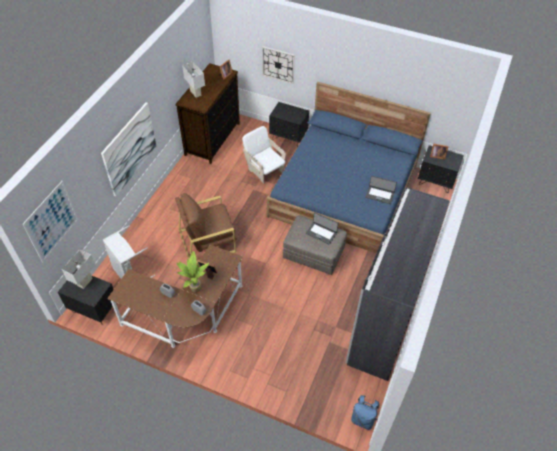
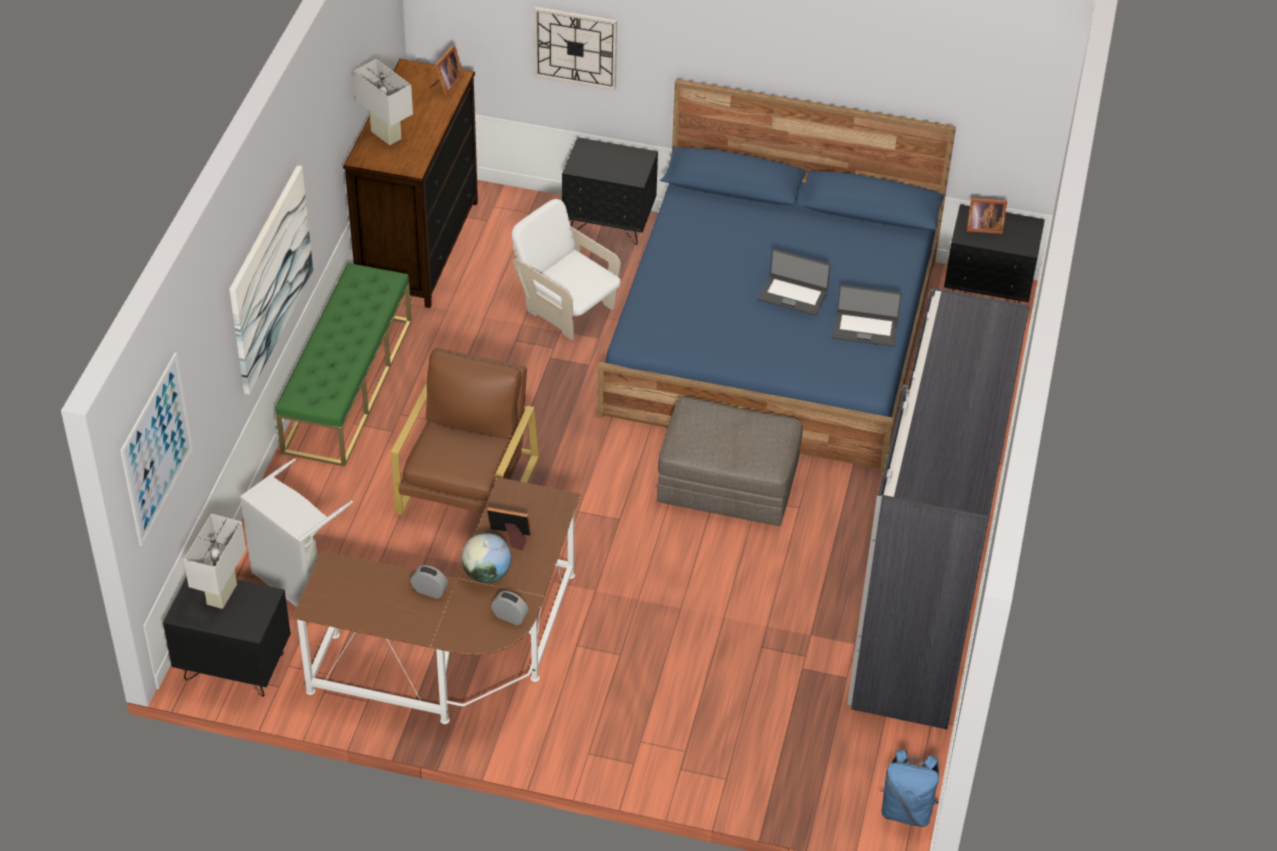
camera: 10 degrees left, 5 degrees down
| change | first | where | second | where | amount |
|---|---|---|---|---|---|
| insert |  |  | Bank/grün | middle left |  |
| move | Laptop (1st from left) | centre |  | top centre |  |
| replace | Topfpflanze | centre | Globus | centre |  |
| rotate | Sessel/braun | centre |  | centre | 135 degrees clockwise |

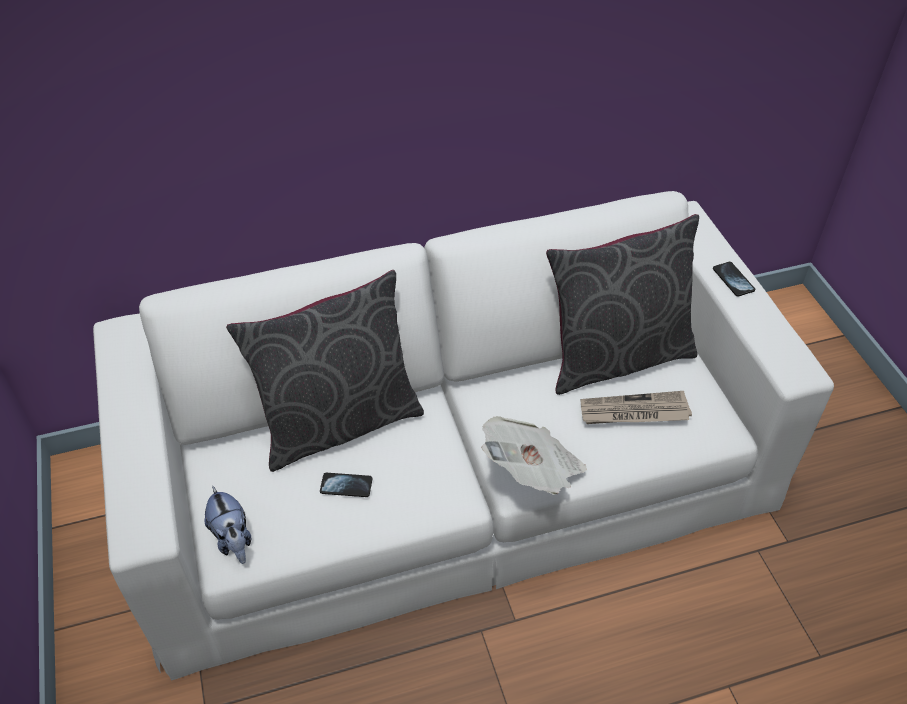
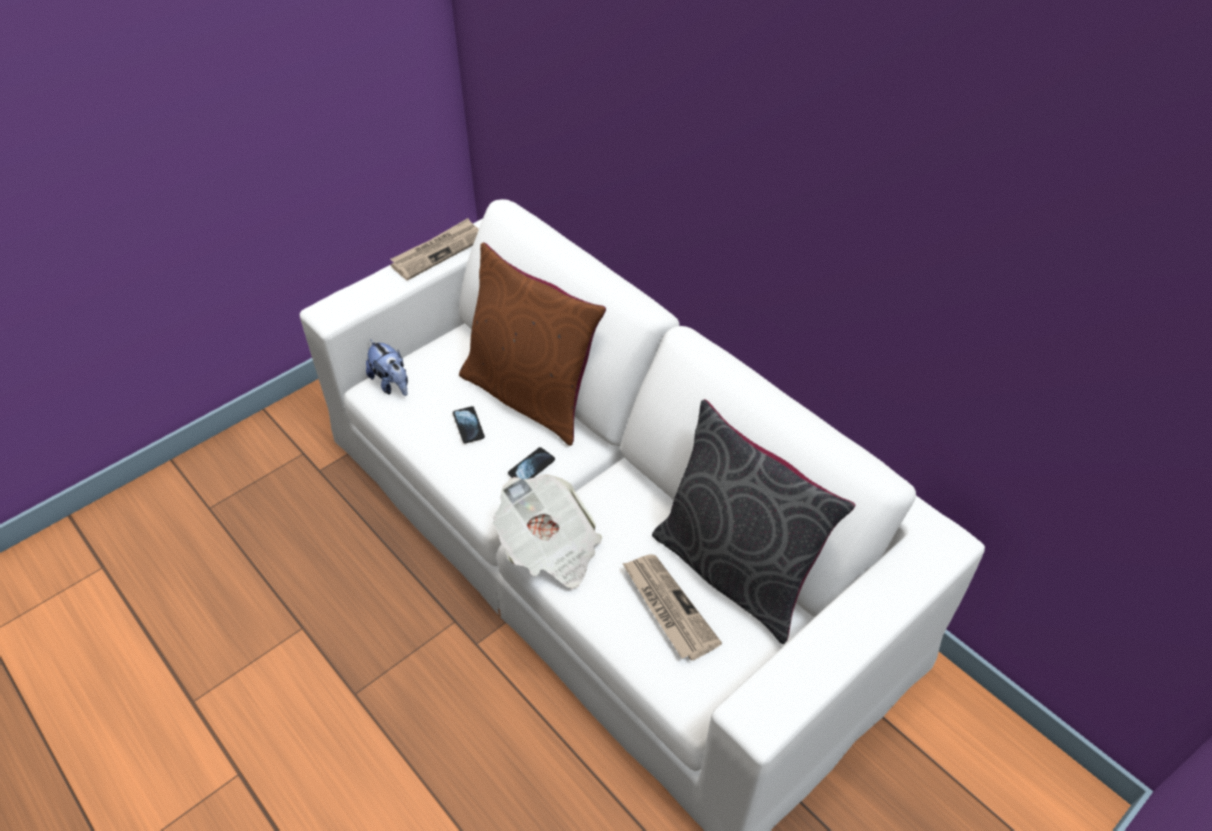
camera: 65 degrees right, 0 degrees up
| change | first | where | second | where | amount |
|---|---|---|---|---|---|
| insert |  |  | Zeitung (1st from left) | top centre |  |
| move | Handy (2nd from left) | middle right |  | centre |  |
| recolor | Kissen/grau (1st from left) | centre | Kissen/braun | centre |  |
| rotate | Plüschtier | bottom left |  | middle left | 75 degrees counterclockwise |

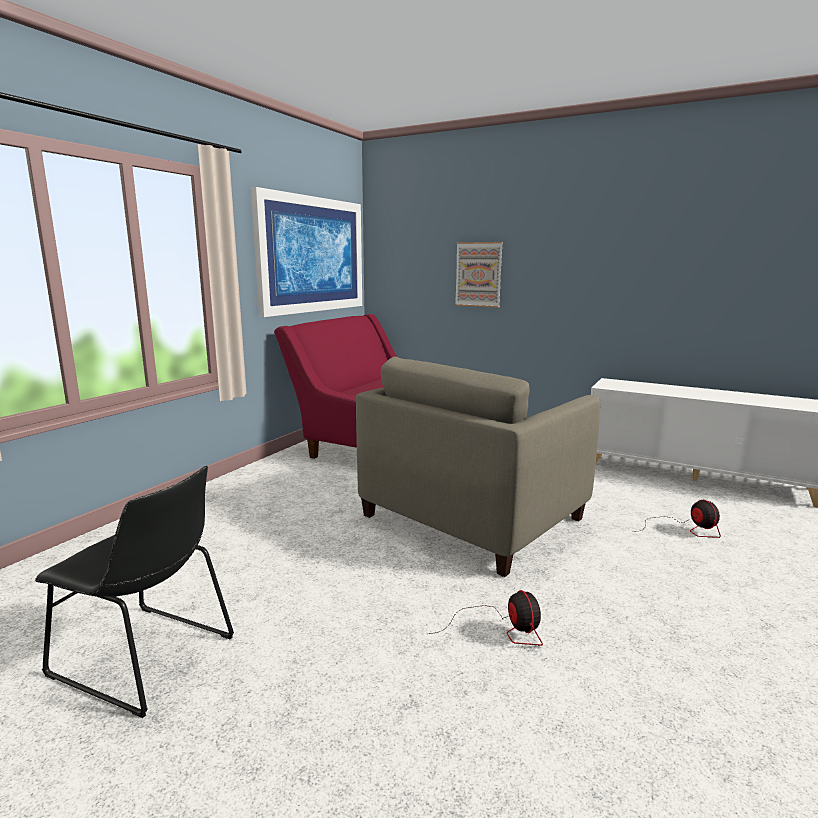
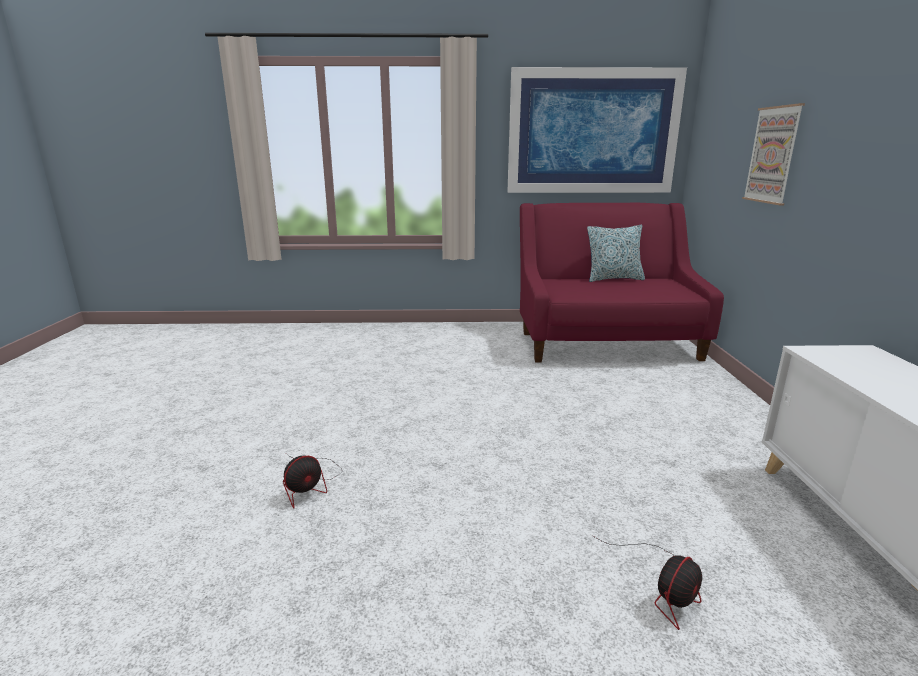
camera: 60 degrees right, 5 degrees up
| change | first | where | second | where | amount |
|---|---|---|---|---|---|
| delete | Stuhl/schwarz | bottom left |  |  |  |
| delete | Sessel/beige | centre |  |  |  |
| insert |  |  | Kissen | middle right |  |

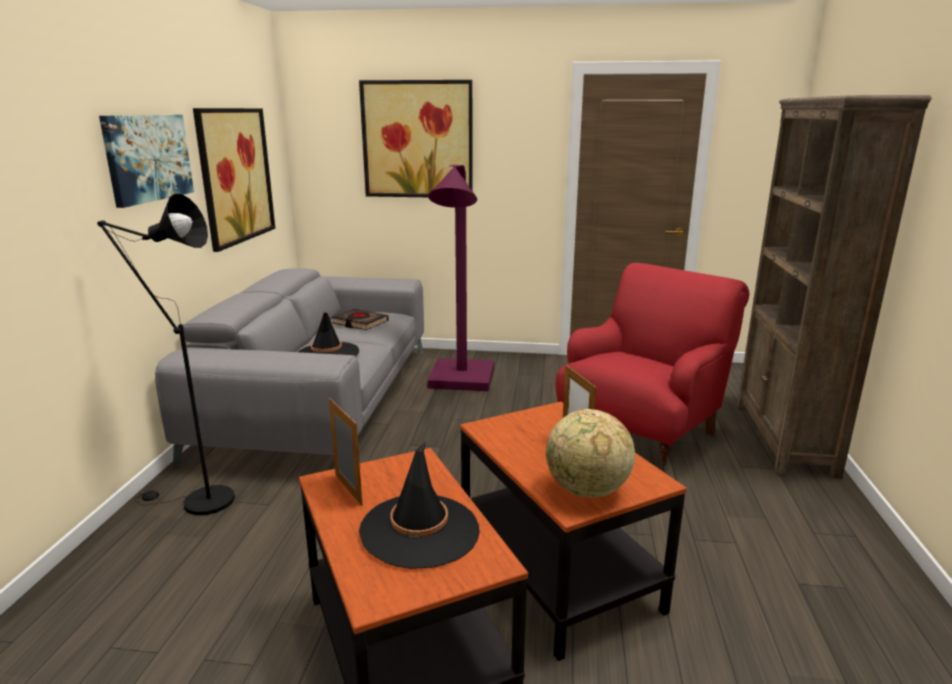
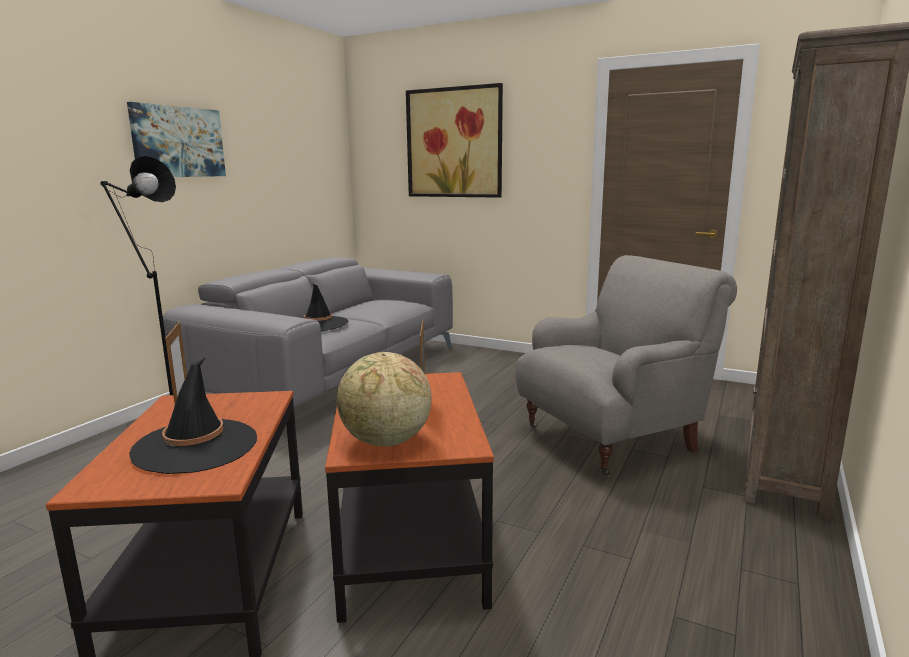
camera: 20 degrees right, 5 degrees down
| change | first | where | second | where | amount |
|---|---|---|---|---|---|
| delete | Bild (2nd from left) | top left |  |  |  |
| delete | Buch/schwarz | centre |  |  |  |
| delete | Stehlampe/lila | centre |  |  |  |
| recolor | Sessel/rot | middle right | Sessel/grau | middle right |  |

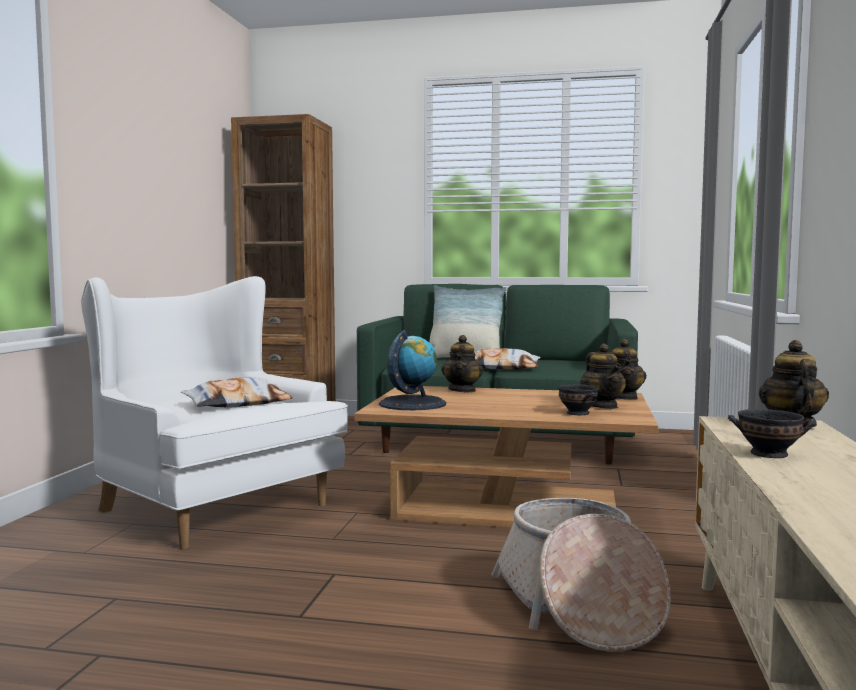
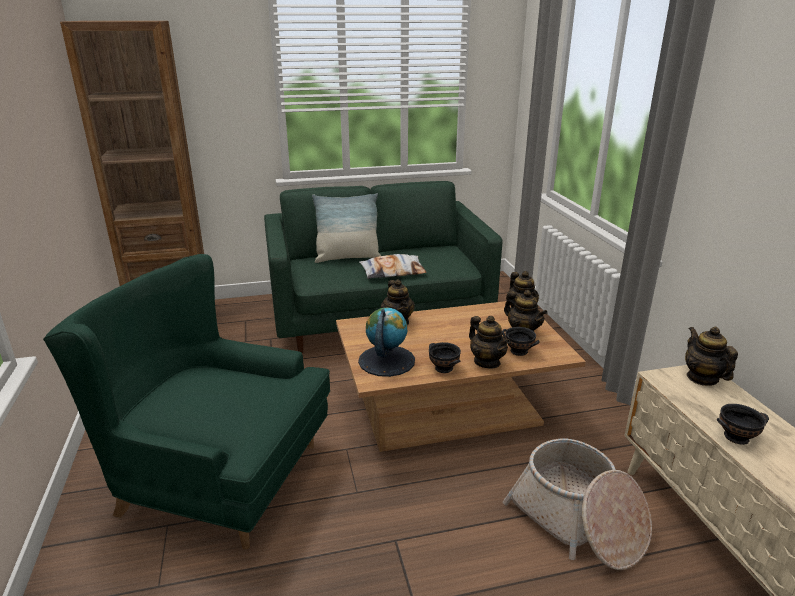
camera: 25 degrees left, 20 degrees up
| change | first | where | second | where | amount |
|---|---|---|---|---|---|
| delete | Kissen (1st from left) | middle left |  |  |  |
| insert |  |  | Schüssel/schwarz (1st from left) | centre |  |
| insert |  |  | Teekanne (2nd from left) | centre |  |
| recolor | Sessel/weiß | middle left | Sessel/grün | bottom left |  |

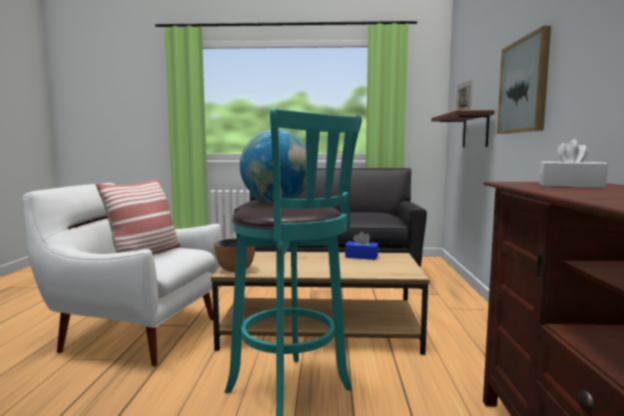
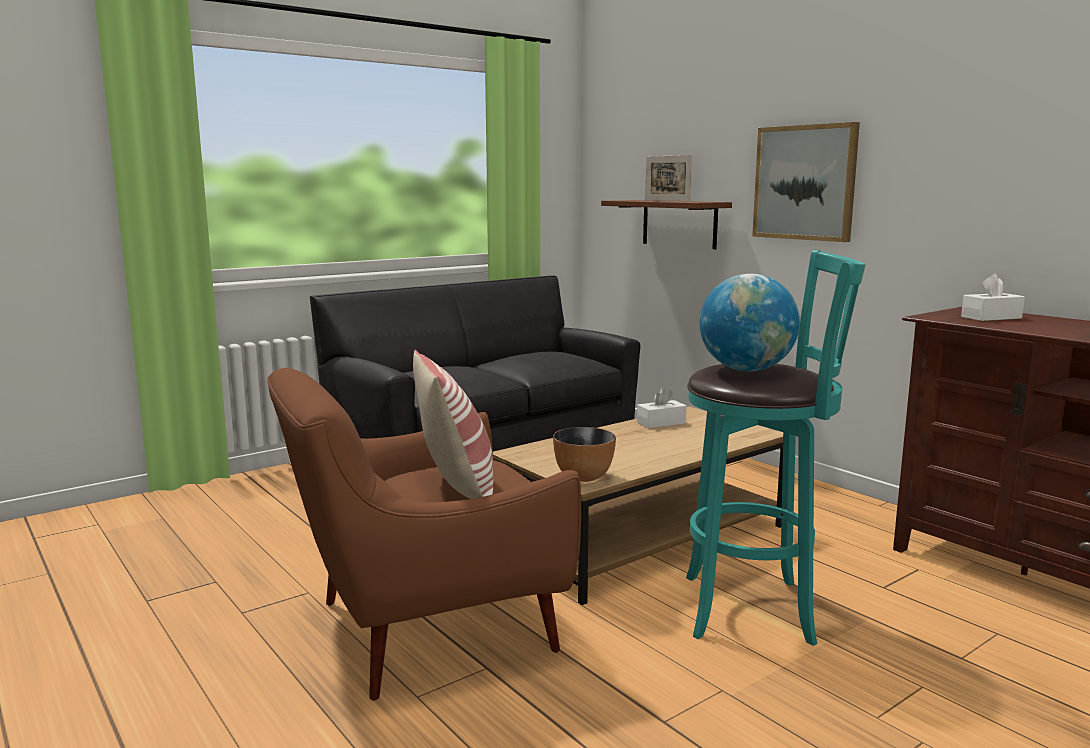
camera: 40 degrees left, 5 degrees up
| change | first | where | second | where | amount |
|---|---|---|---|---|---|
| recolor | Sessel/weiß | middle left | Sessel/braun | bottom centre |  |
| recolor | Taschentuchbox/blau | centre | Taschentuchbox/weiß (1st from left) | centre |  |

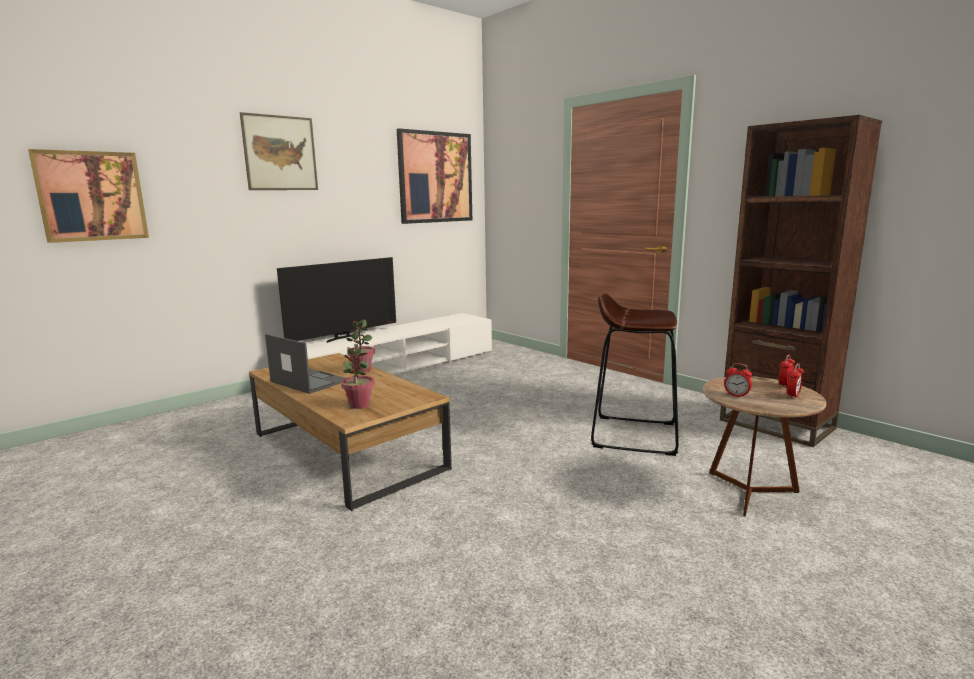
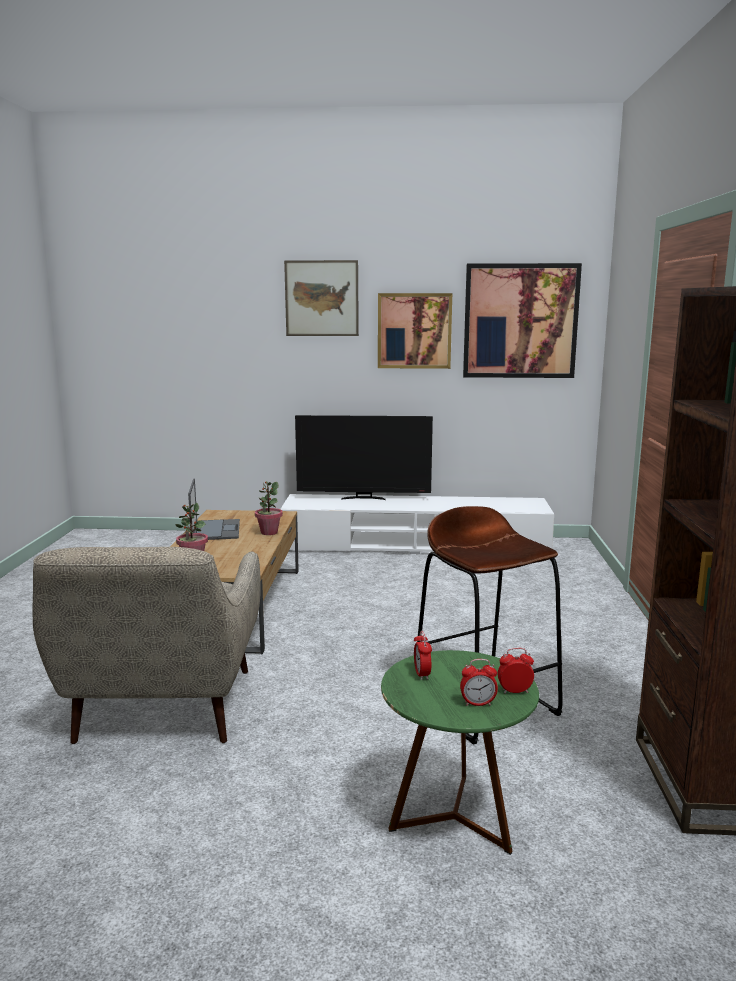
camera: 45 degrees right, 0 degrees up
| change | first | where | second | where | amount |
|---|---|---|---|---|---|
| insert |  |  | Sessel/beige | middle left |  |
| move | Bild (1st from left in the first image) | top left | Bild (2nd from left) | centre |  |
| recolor | Beistelltisch/braun | middle right | Beistelltisch/grün | bottom centre |  |

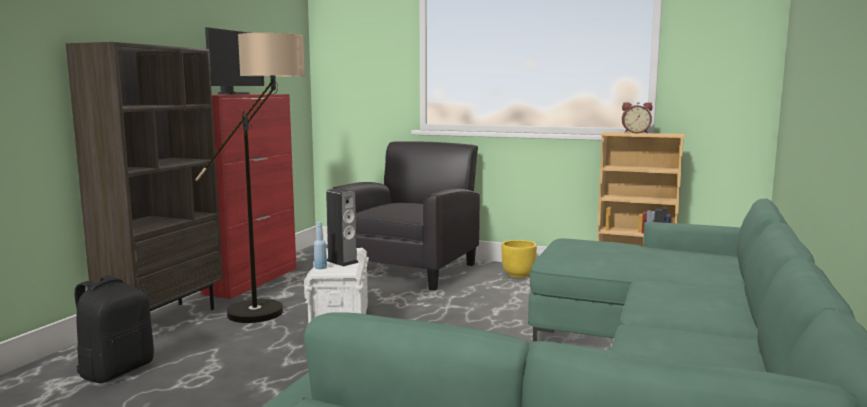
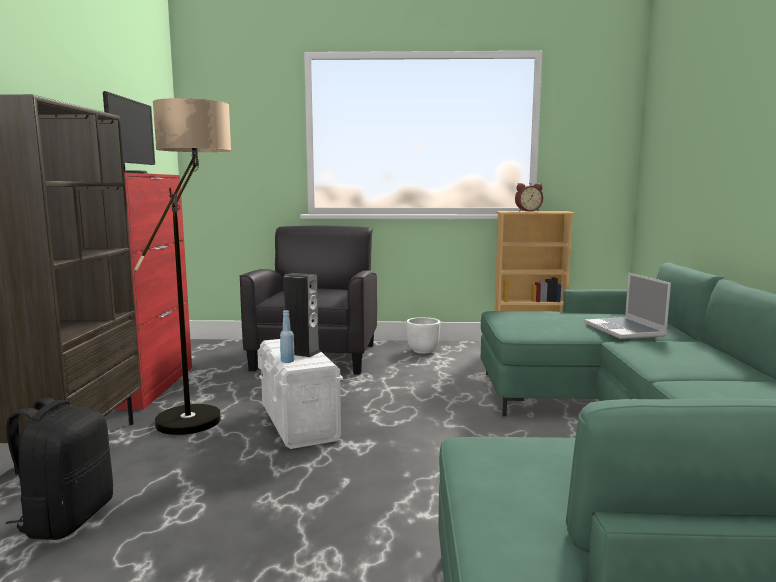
camera: 20 degrees left, 0 degrees up
| change | first | where | second | where | amount |
|---|---|---|---|---|---|
| insert |  |  | Laptop | middle right |  |
| recolor | Pflanzkübel/gelb | centre | Pflanzkübel/weiß | centre |  |

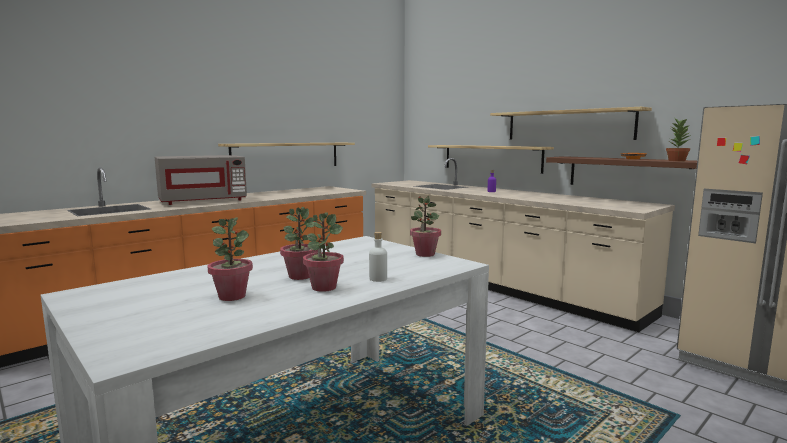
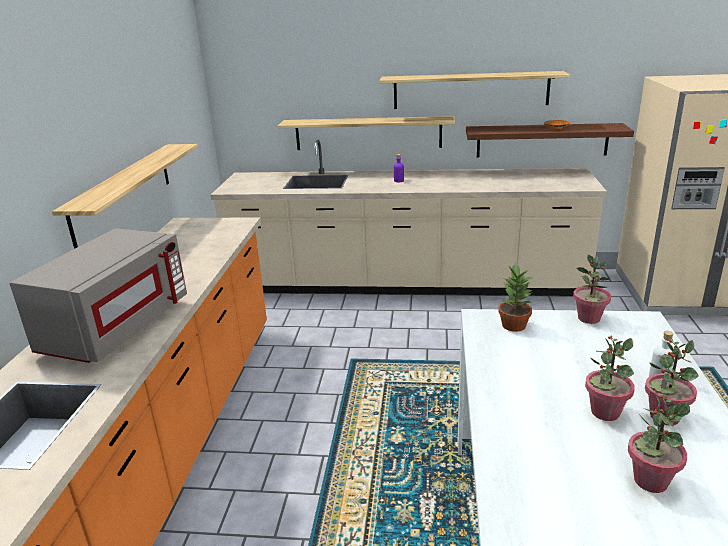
camera: 40 degrees left, 15 degrees up
| change | first | where | second | where | amount |
|---|---|---|---|---|---|
| move | Topfpflanze (5th from left in the first image) | top right | Topfpflanze (1st from left) | middle right |  |

